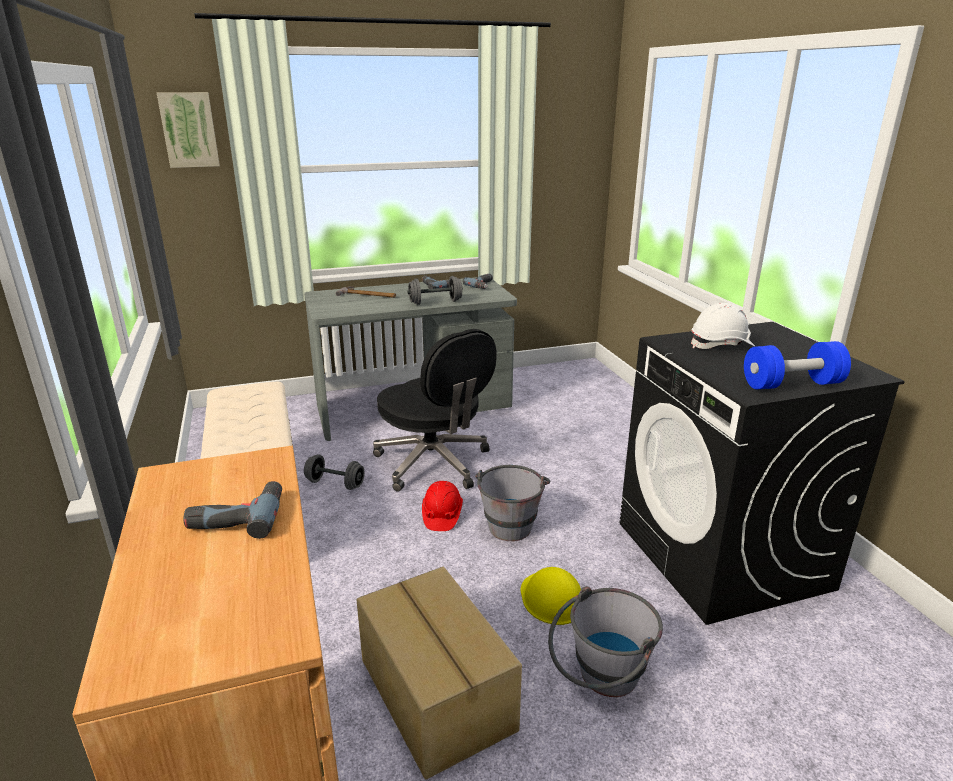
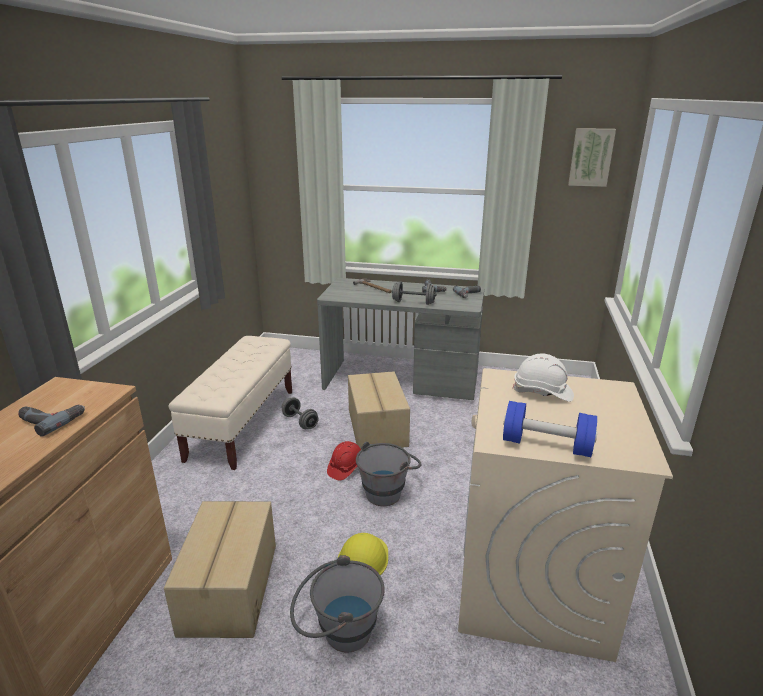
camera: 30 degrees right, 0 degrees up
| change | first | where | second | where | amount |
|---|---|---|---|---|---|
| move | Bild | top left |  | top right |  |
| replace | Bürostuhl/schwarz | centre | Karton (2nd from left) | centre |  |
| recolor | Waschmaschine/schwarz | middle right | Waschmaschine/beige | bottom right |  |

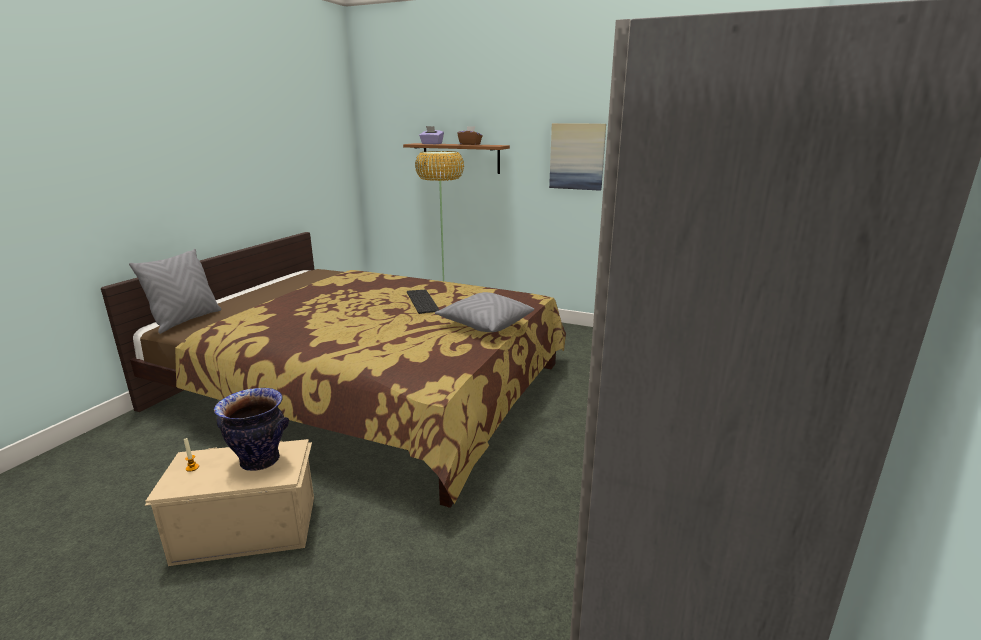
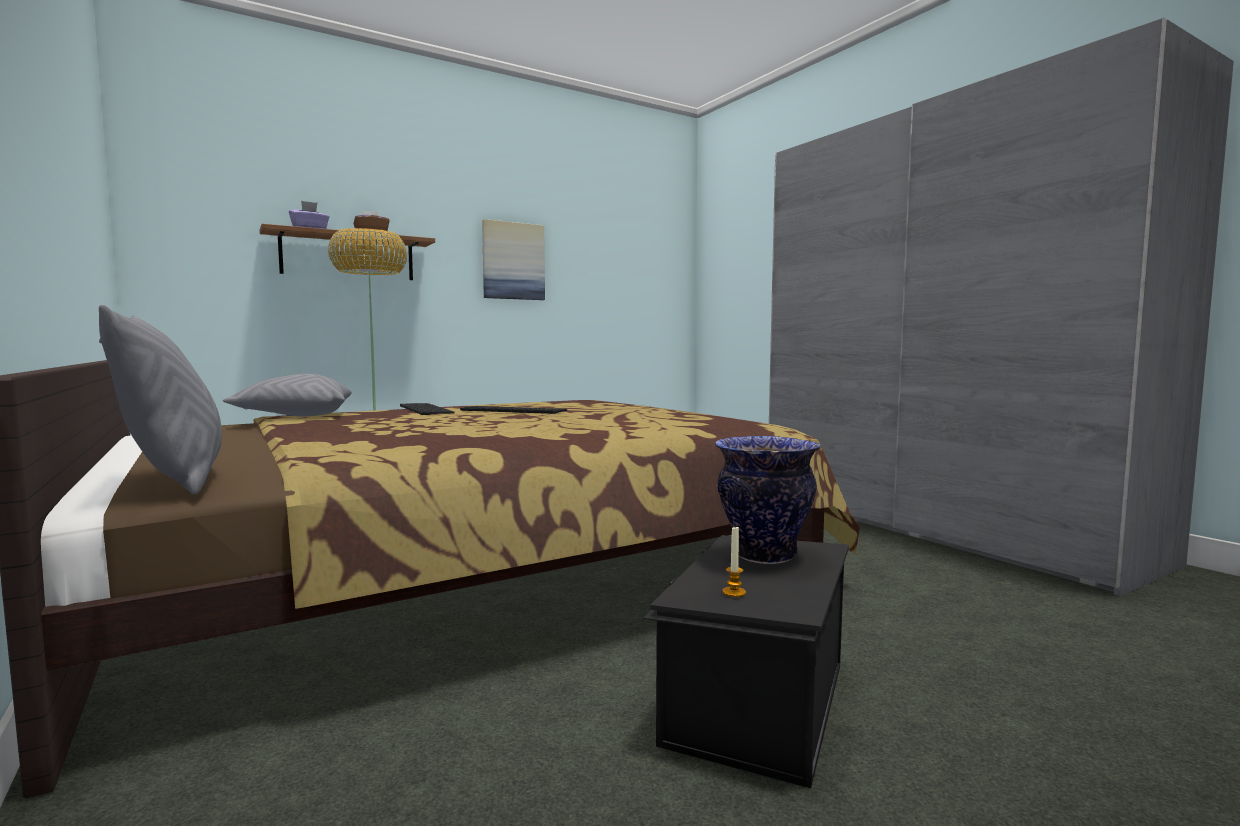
camera: 55 degrees left, 15 degrees down
| change | first | where | second | where | amount |
|---|---|---|---|---|---|
| insert |  |  | Tastatur (1st from left) | centre |  |
| move | Kissen/grau (2nd from left) | centre |  | middle left |  |
| recolor | Aufbewahrungsbox/beige | bottom left | Aufbewahrungsbox/schwarz | bottom centre |  |

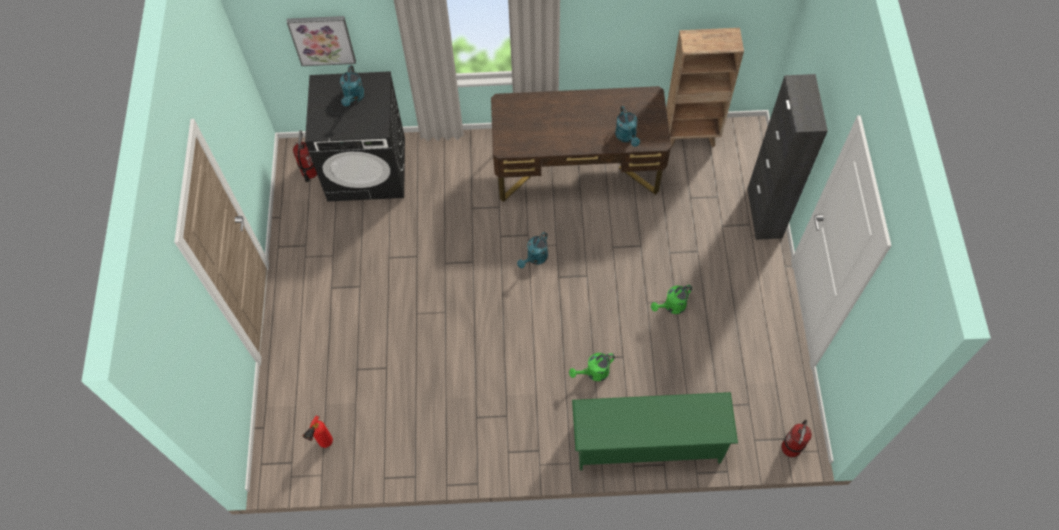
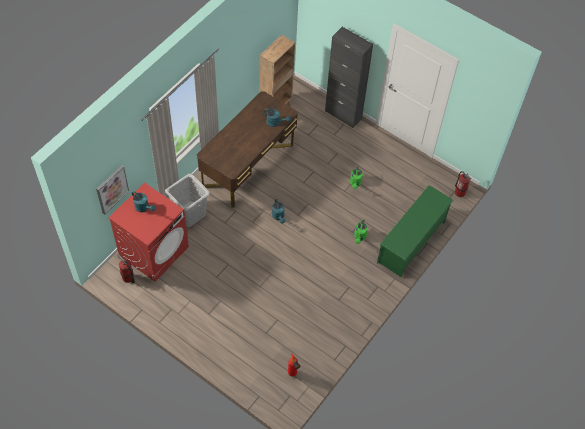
camera: 55 degrees left, 5 degrees down
| change | first | where | second | where | amount |
|---|---|---|---|---|---|
| insert |  |  | Wäschekorb/grau | middle left |  |
| recolor | Waschmaschine/schwarz | top centre | Waschmaschine/rot | middle left |  |

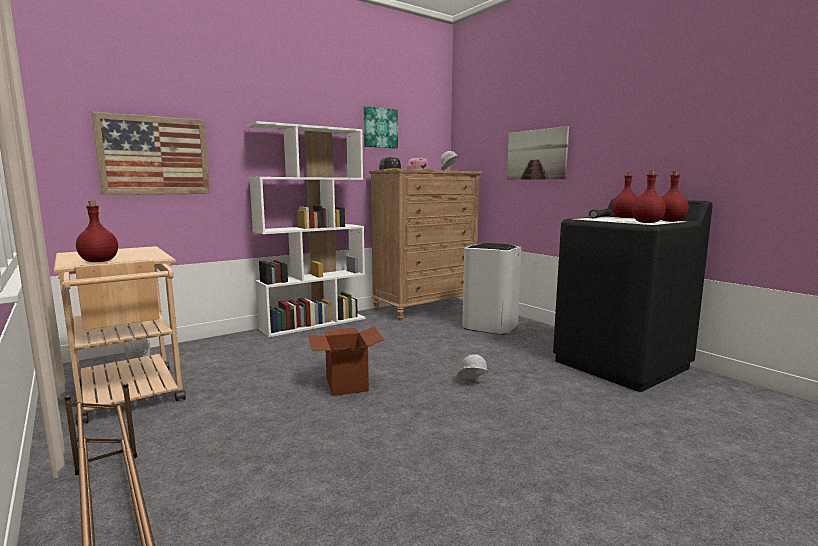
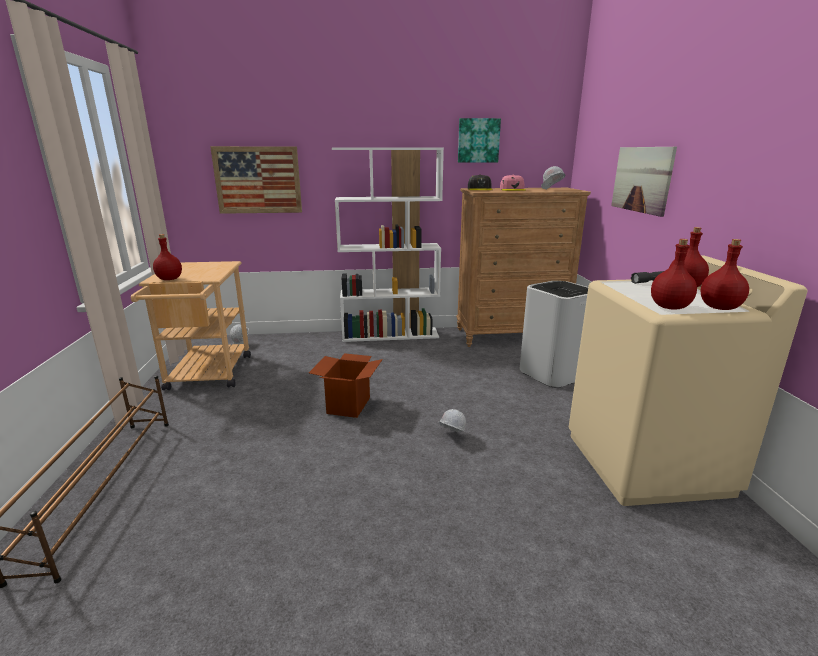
camera: 30 degrees right, 10 degrees up
| change | first | where | second | where | amount |
|---|---|---|---|---|---|
| recolor | Waschmaschine/schwarz | middle right | Waschmaschine/beige | middle right |  |

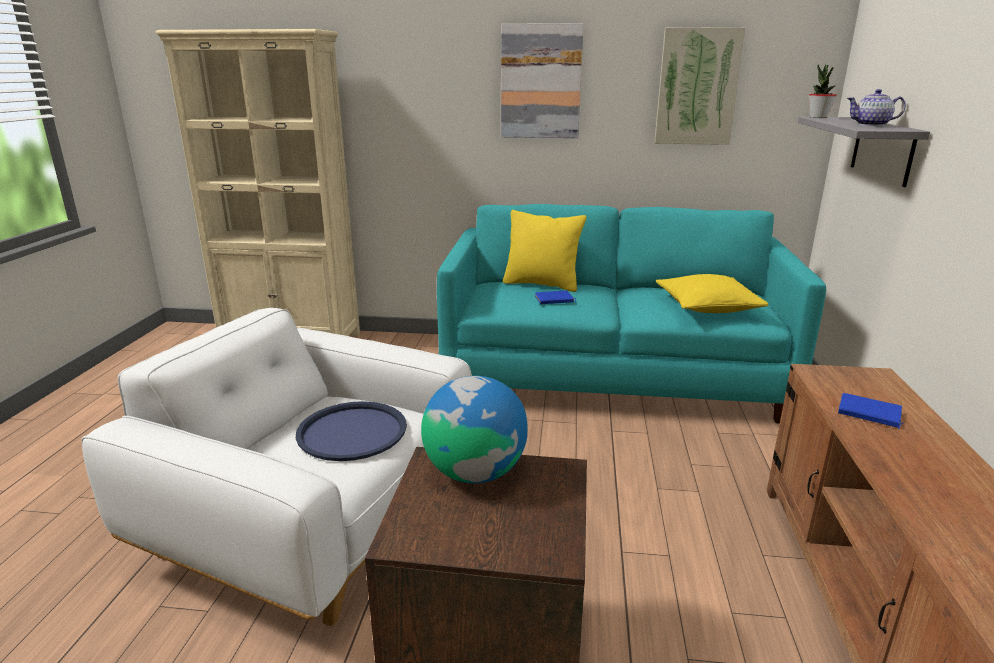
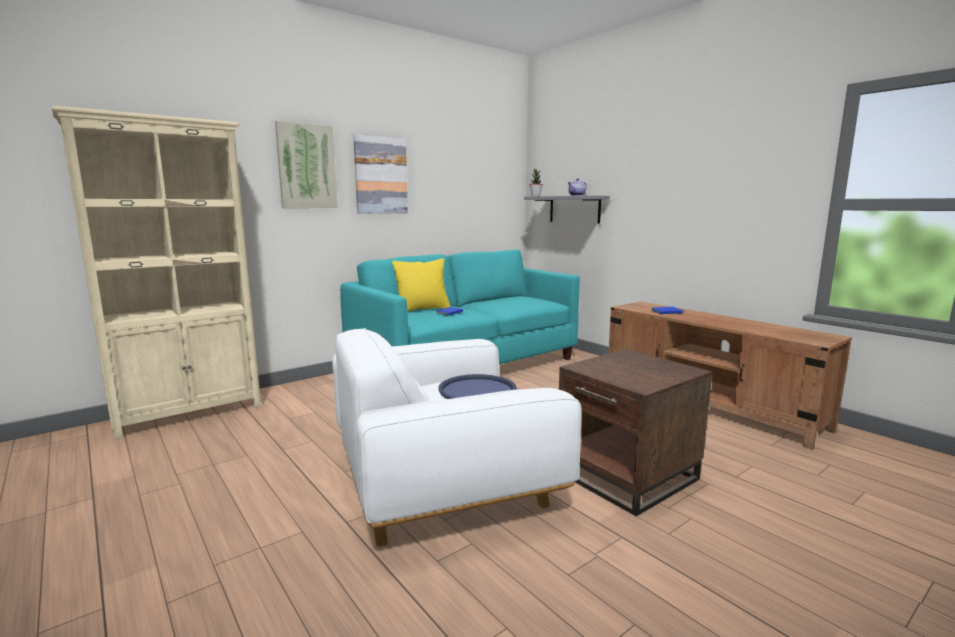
camera: 45 degrees left, 10 degrees down
| change | first | where | second | where | amount |
|---|---|---|---|---|---|
| delete | Globus | centre |  |  |  |
| delete | Kissen/gelb (2nd from left) | middle right |  |  |  |
| move | Bild (2nd from left in the first image) | top right | Bild (1st from left) | top left |  |

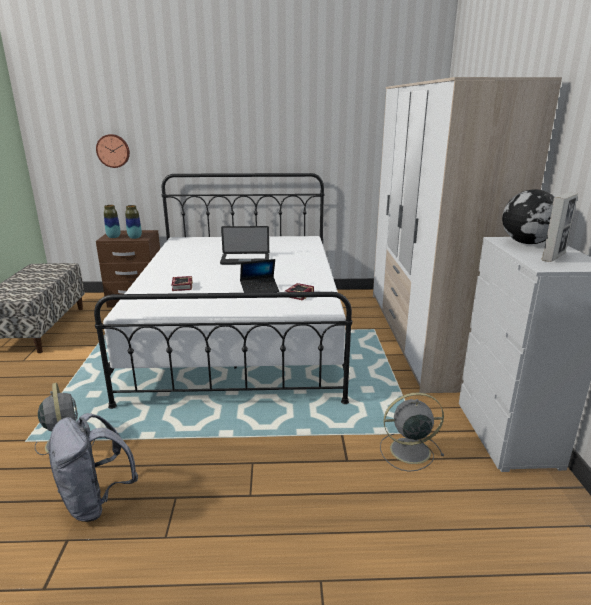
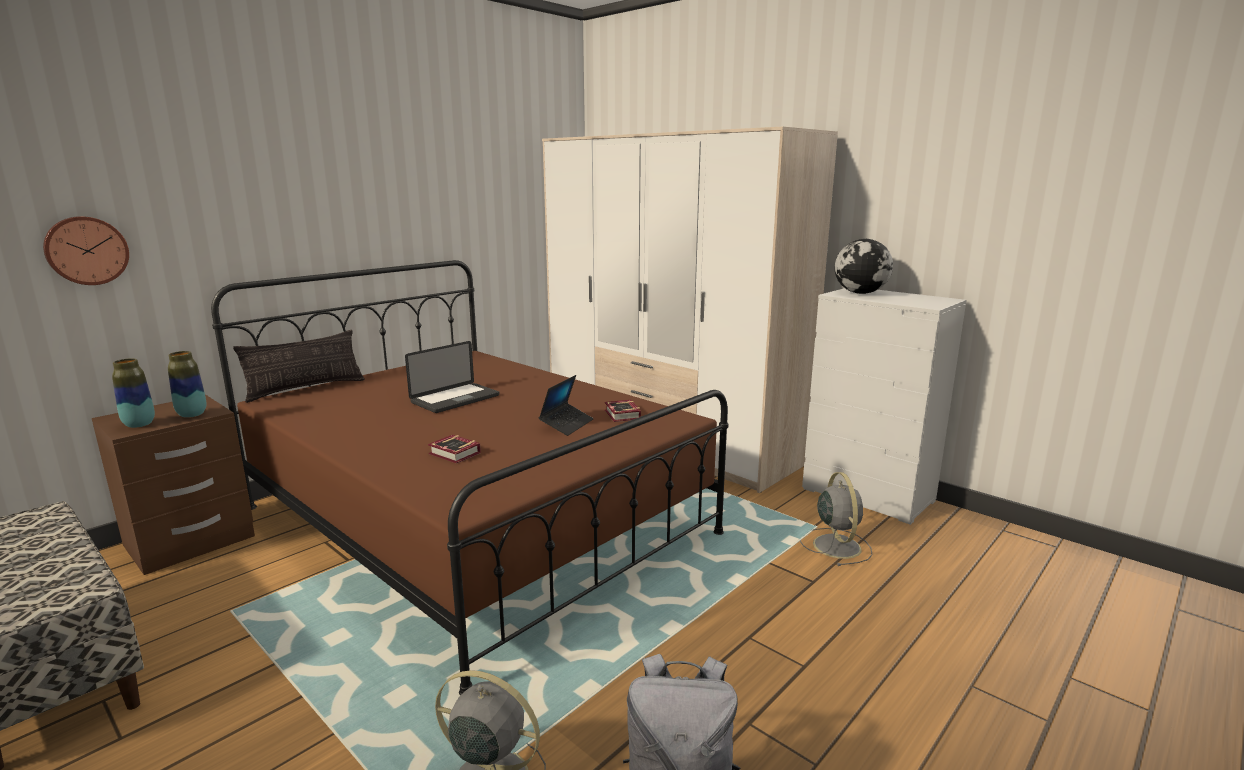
camera: 45 degrees left, 5 degrees down
| change | first | where | second | where | amount |
|---|---|---|---|---|---|
| delete | Bilderrahmen | middle right |  |  |  |
| insert |  |  | Kissen | middle left |  |
| recolor | Bett/weiß | centre | Bett/braun | centre |  |
| rotate | Ventilator/grau (2nd from left) | bottom right |  | bottom right | 135 degrees clockwise |

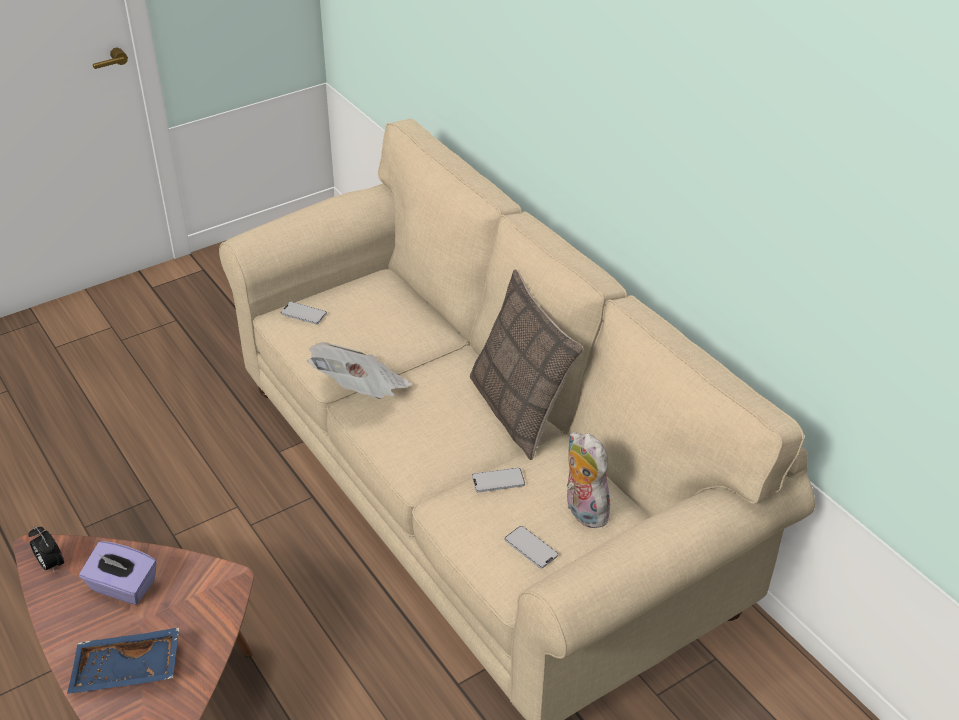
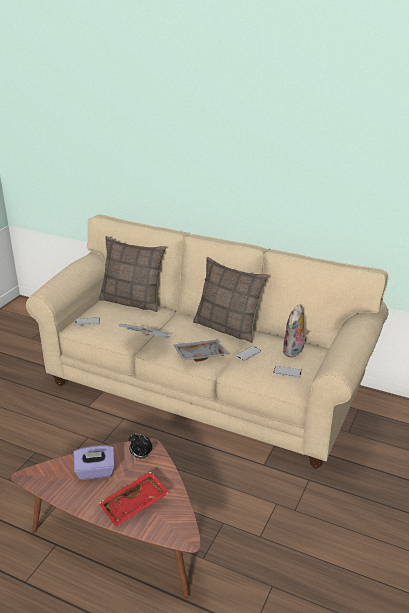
camera: 30 degrees left, 10 degrees down
| change | first | where | second | where | amount |
|---|---|---|---|---|---|
| insert |  |  | Kissen (1st from left) | middle left |  |
| insert |  |  | Tablett/grau | centre |  |
| move | Wecker | bottom left |  | bottom centre |  |
| recolor | Tablett/blau | bottom left | Tablett/rot | bottom left |  |
| rotate | Plüschtier | bottom centre |  | middle right | 90 degrees counterclockwise |

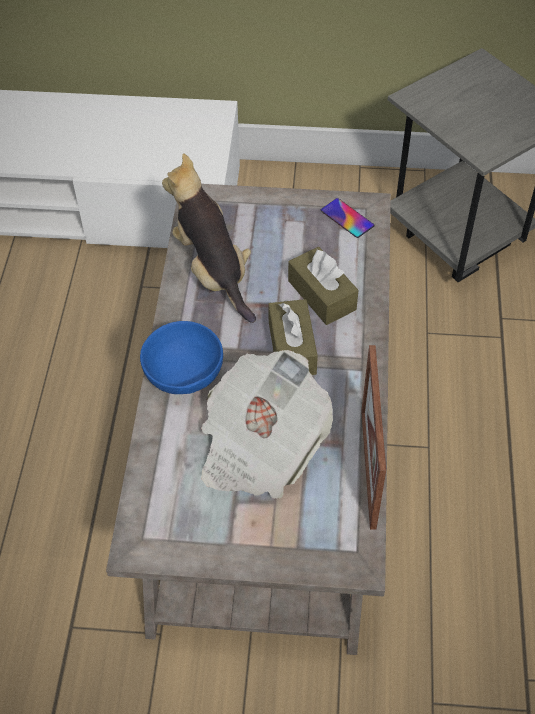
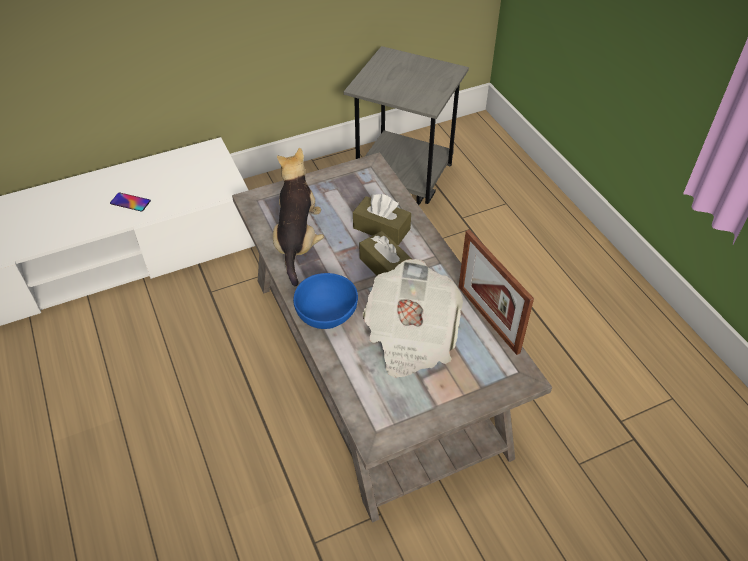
camera: 30 degrees left, 5 degrees down
| change | first | where | second | where | amount |
|---|---|---|---|---|---|
| move | Handy | top centre |  | middle left |  |
| rotate | Plüschtier | centre |  | centre | 60 degrees clockwise |

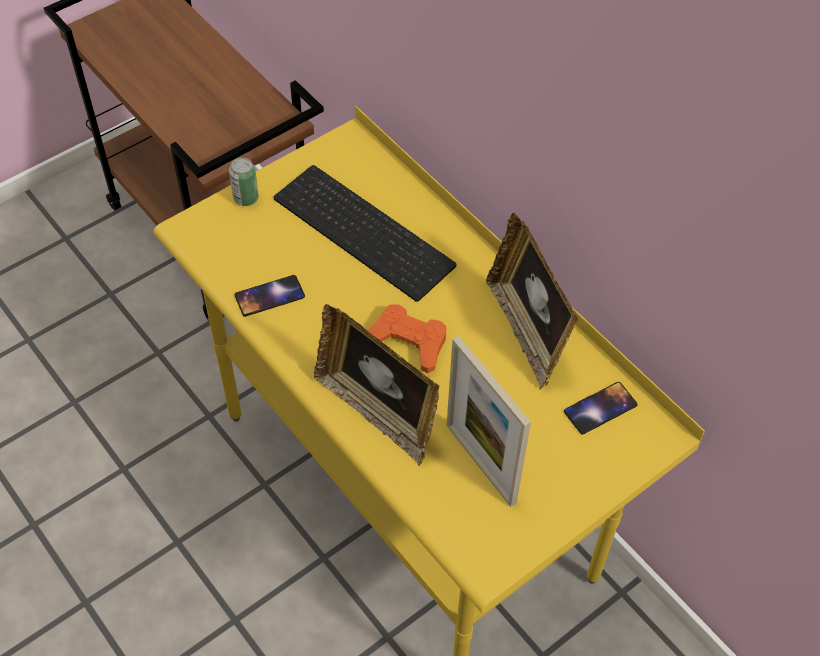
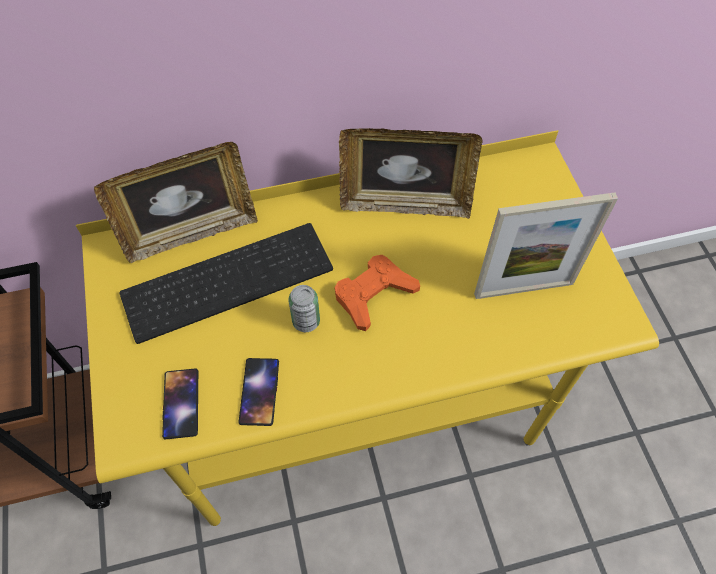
camera: 65 degrees left, 5 degrees up
| change | first | where | second | where | amount |
|---|---|---|---|---|---|
| move | Dose | top left |  | centre |  |
| move | Bilderrahmen (1st from left) | centre |  | middle left |  |
| move | Handy (2nd from left in the first image) | middle right | Handy (1st from left) | bottom left |  |

